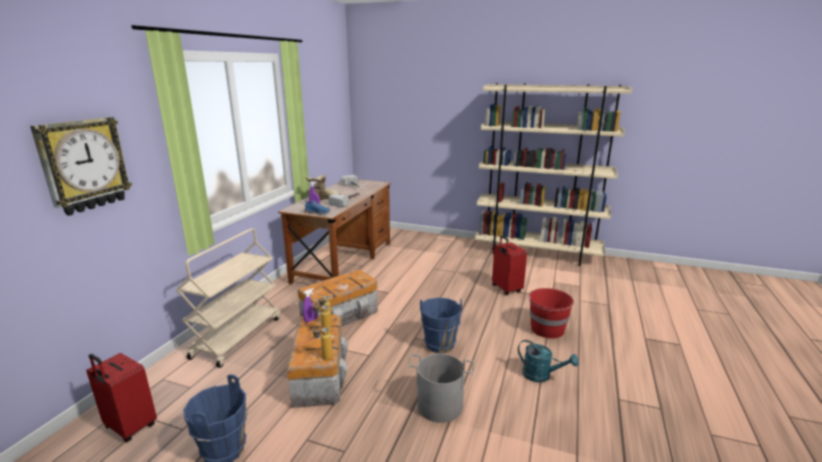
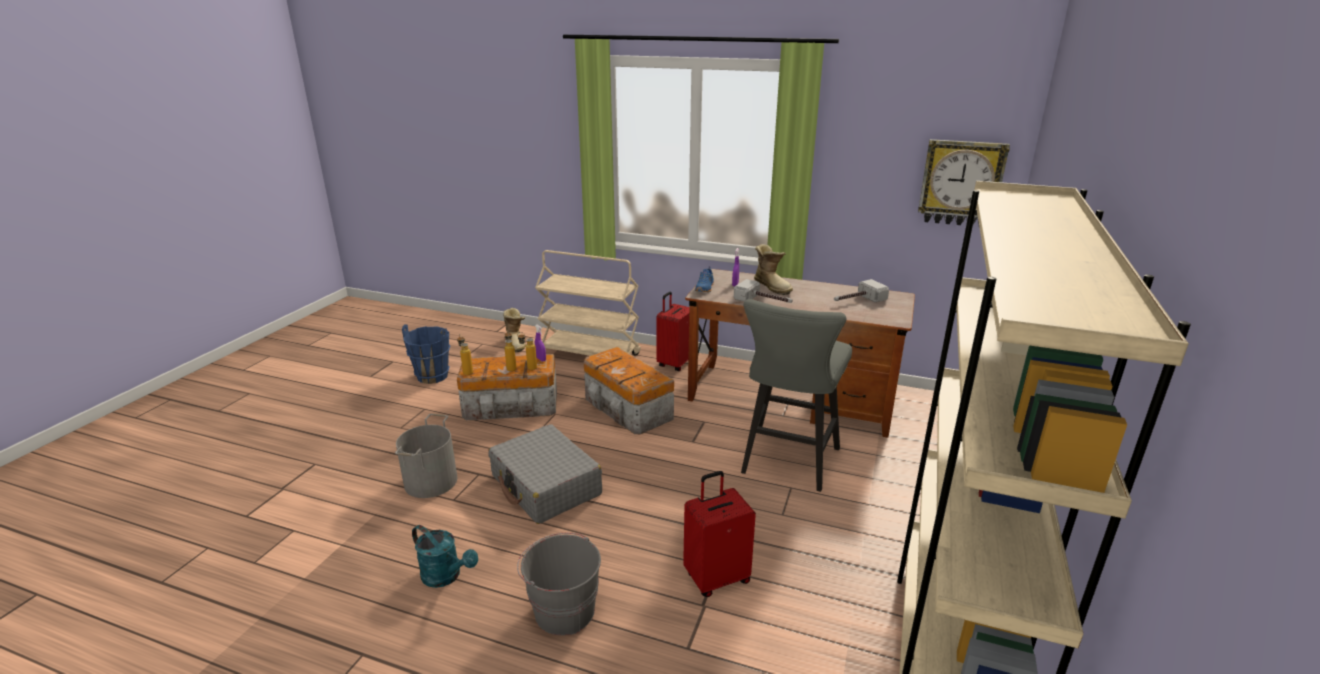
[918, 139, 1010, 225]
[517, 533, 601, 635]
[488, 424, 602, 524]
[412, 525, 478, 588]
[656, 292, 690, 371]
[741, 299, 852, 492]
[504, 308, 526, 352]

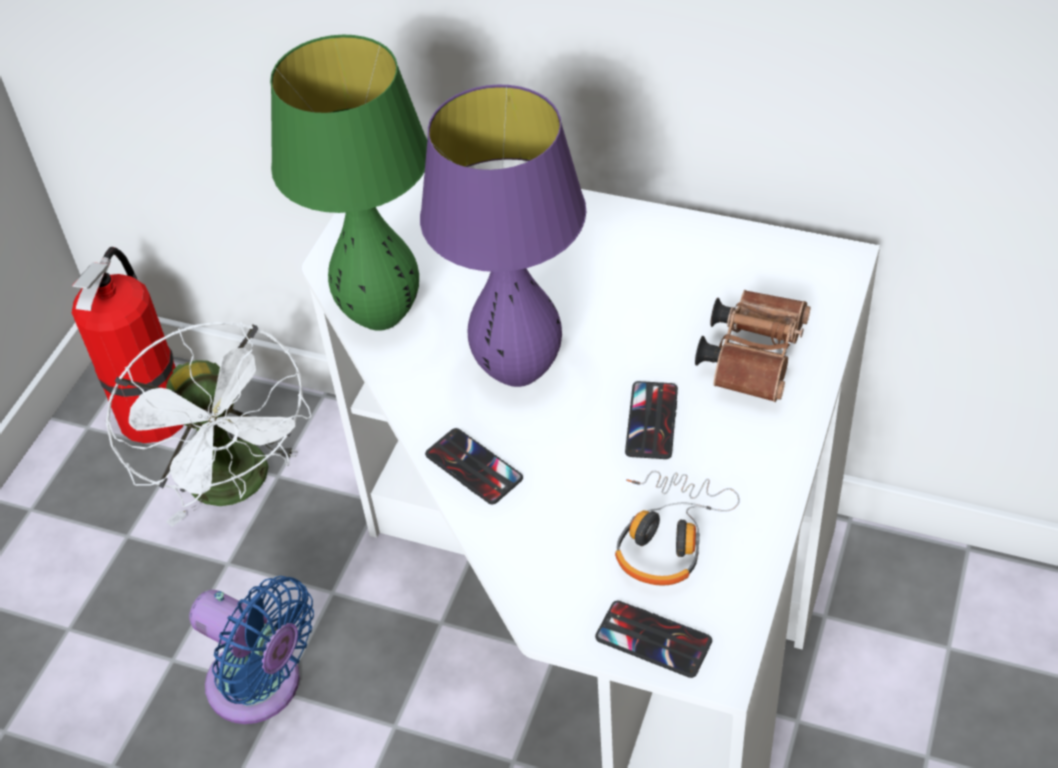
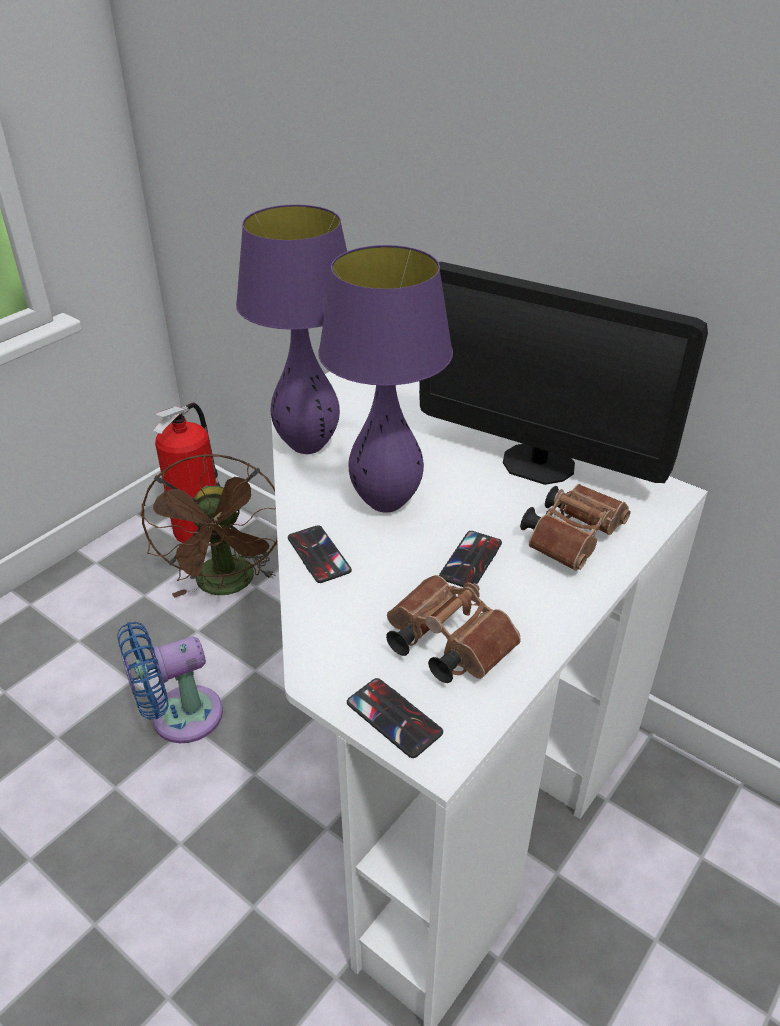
[236, 204, 347, 454]
[140, 454, 278, 598]
[386, 575, 521, 683]
[117, 622, 223, 743]
[419, 262, 708, 485]

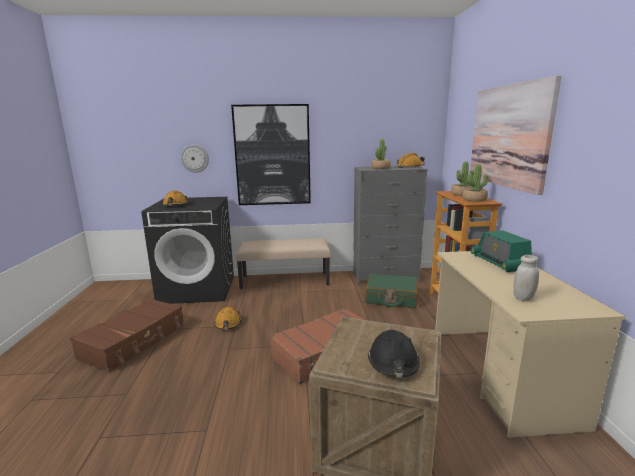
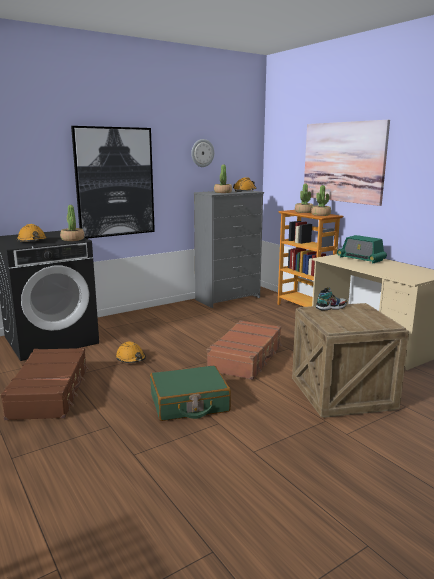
[191, 139, 214, 167]
[236, 238, 331, 289] (first image)
[513, 255, 539, 301] (first image)
[150, 366, 231, 421]
[368, 330, 420, 377] (first image)
[60, 205, 84, 241]
[316, 287, 348, 310]

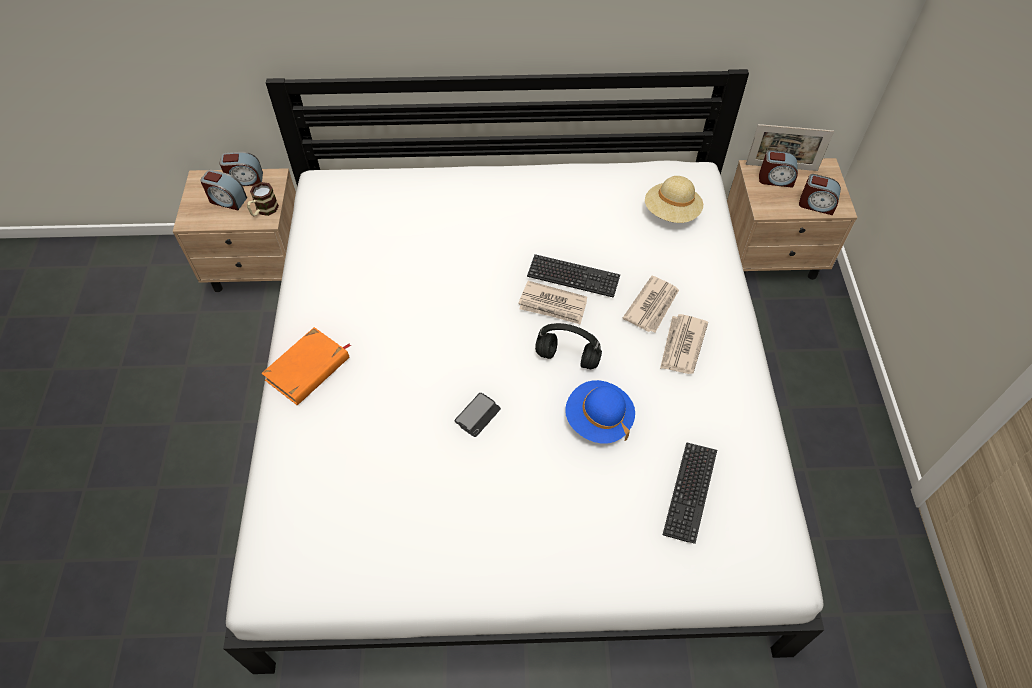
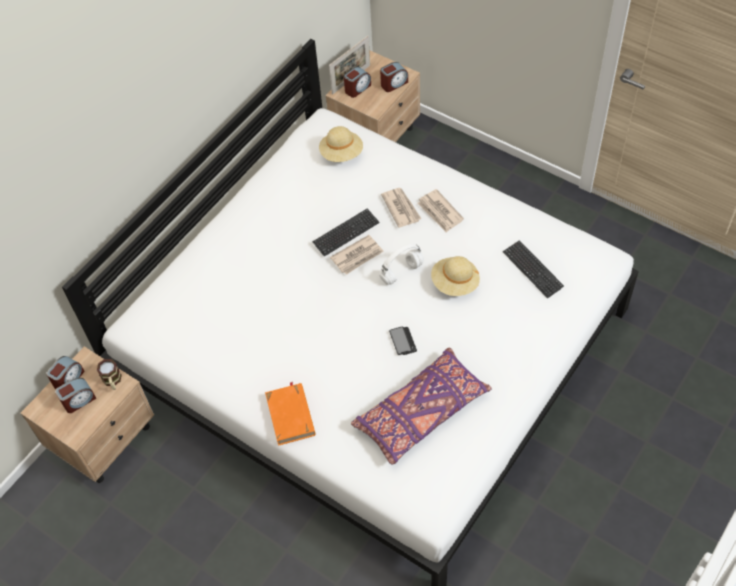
[379, 243, 424, 285]
[431, 256, 480, 296]
[351, 348, 492, 465]

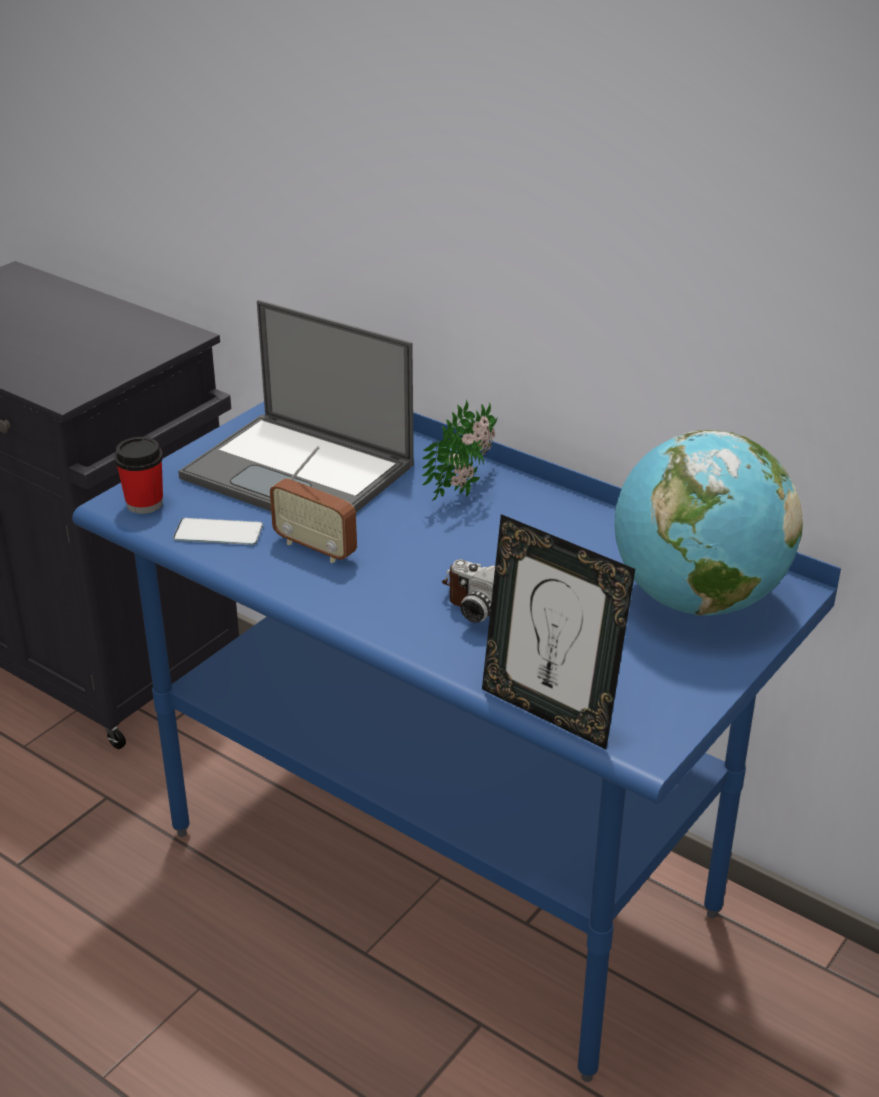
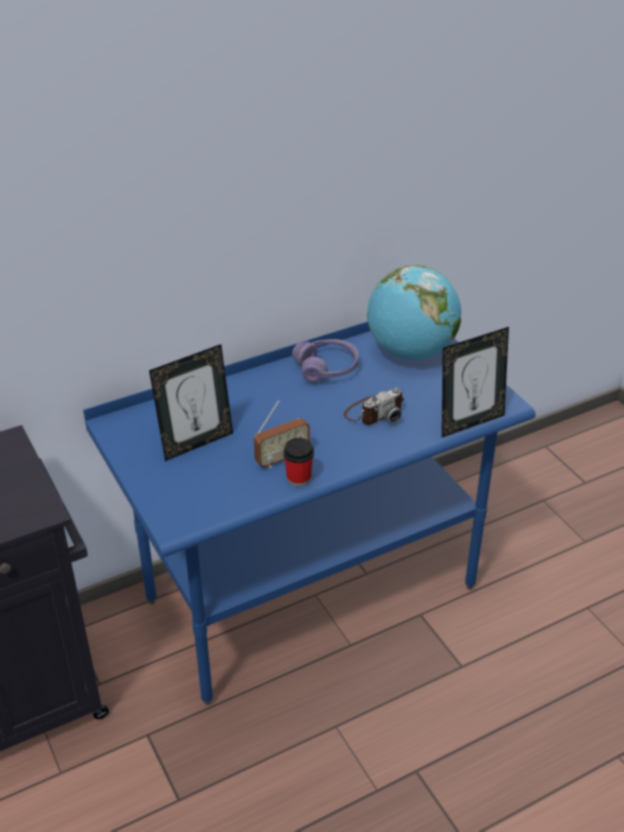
[149, 344, 233, 461]
[422, 399, 498, 501] (first image)
[283, 438, 314, 487]
[173, 518, 263, 545] (first image)
[292, 339, 359, 383]

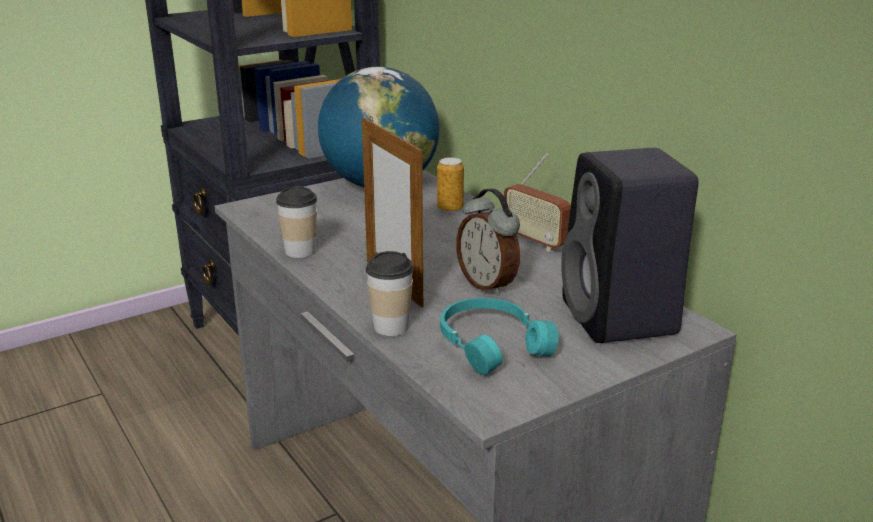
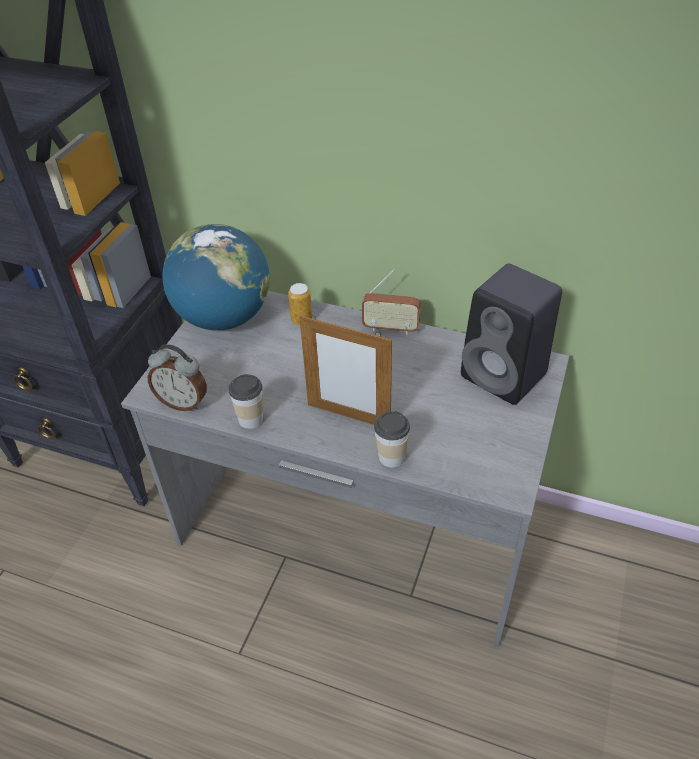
[148, 344, 207, 411]
[440, 298, 558, 375] (first image)

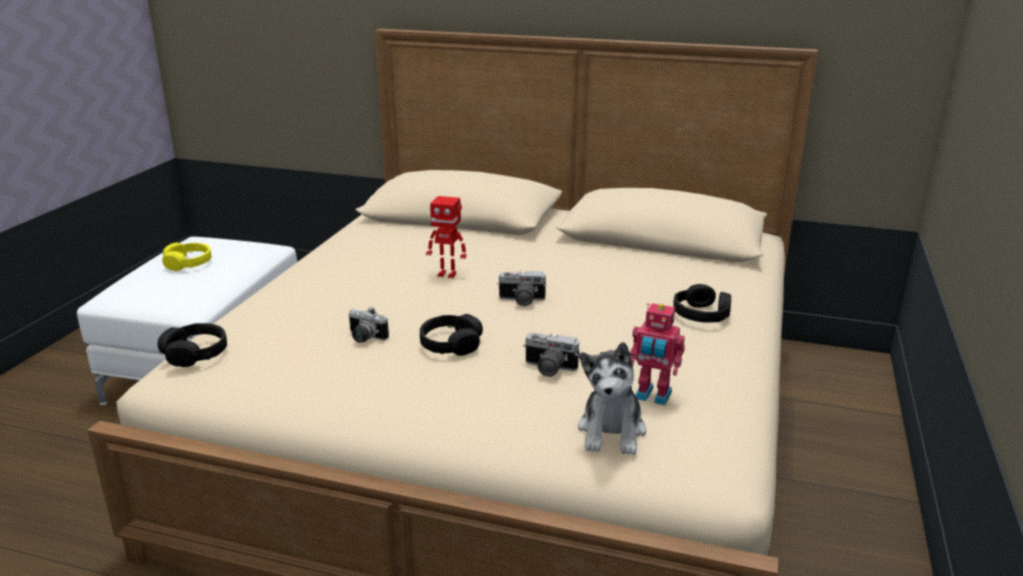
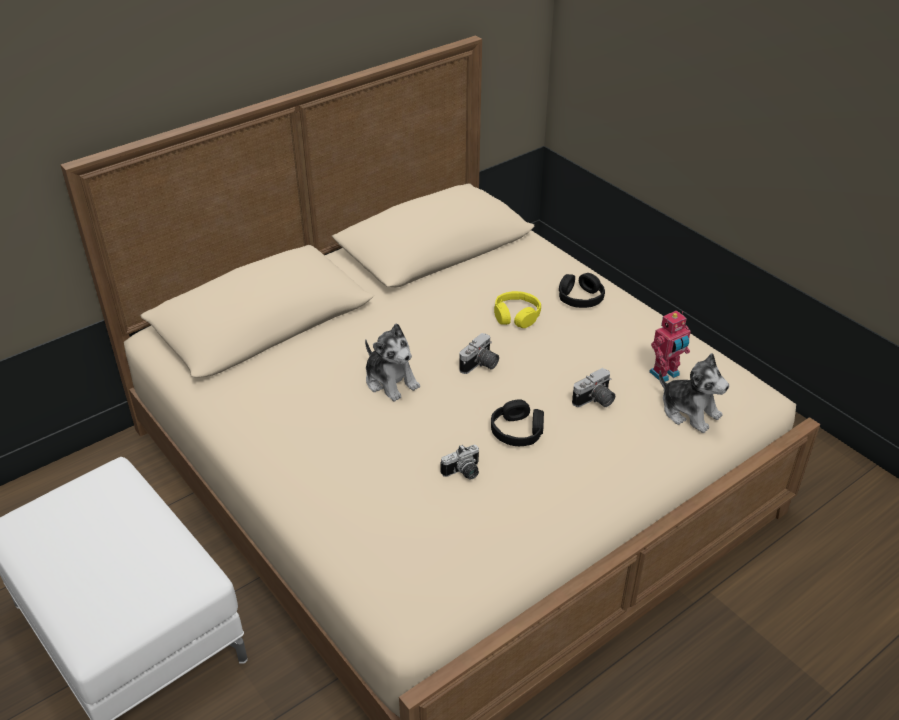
[365, 323, 420, 402]
[494, 291, 541, 328]
[158, 323, 227, 367] (first image)

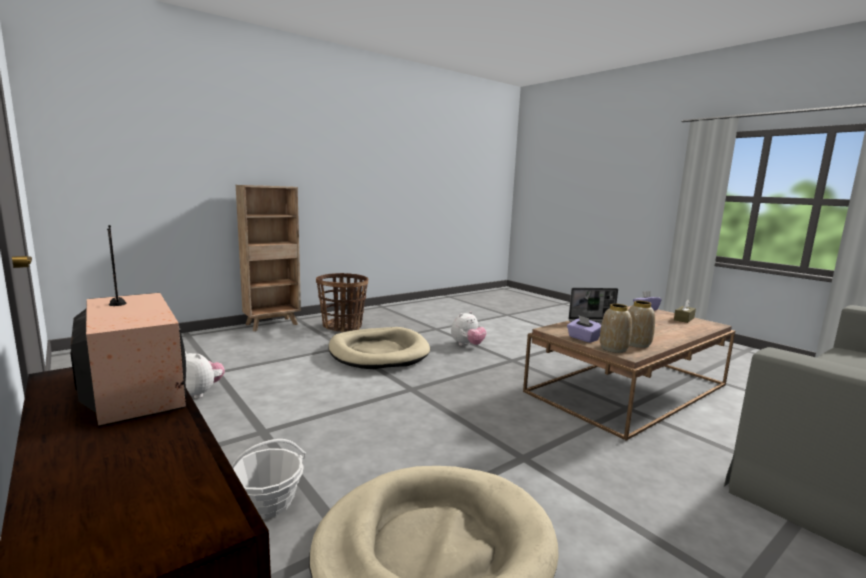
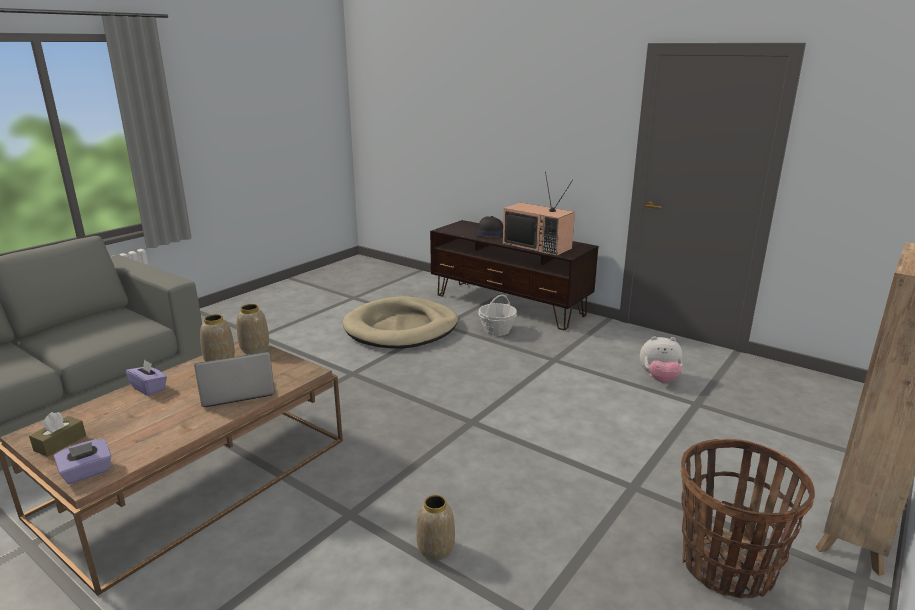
[416, 495, 455, 561]
[126, 359, 167, 396]
[328, 327, 430, 369] (first image)
[473, 216, 503, 238]

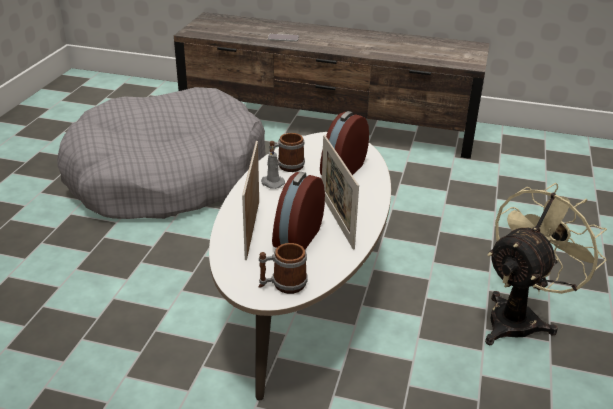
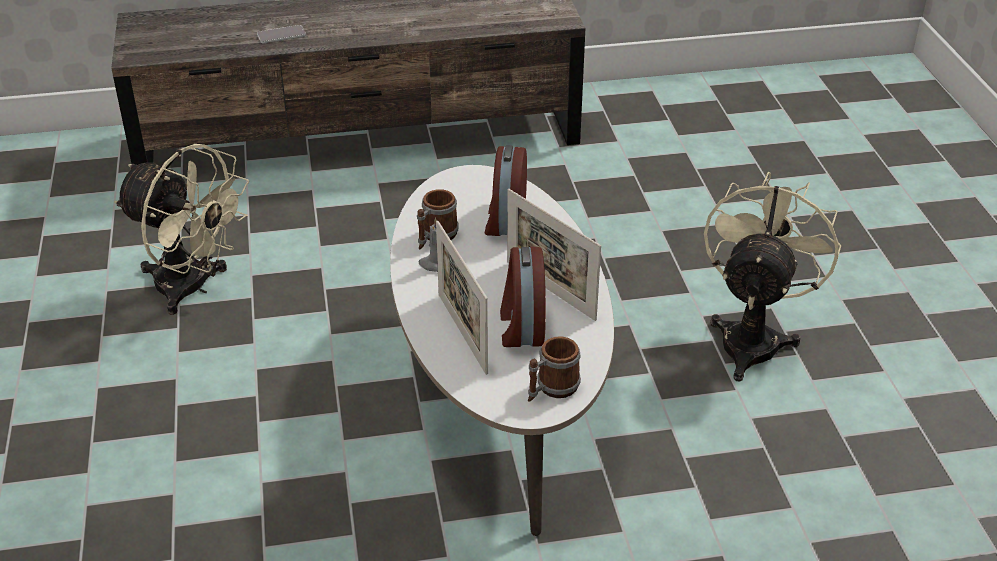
[114, 144, 249, 315]

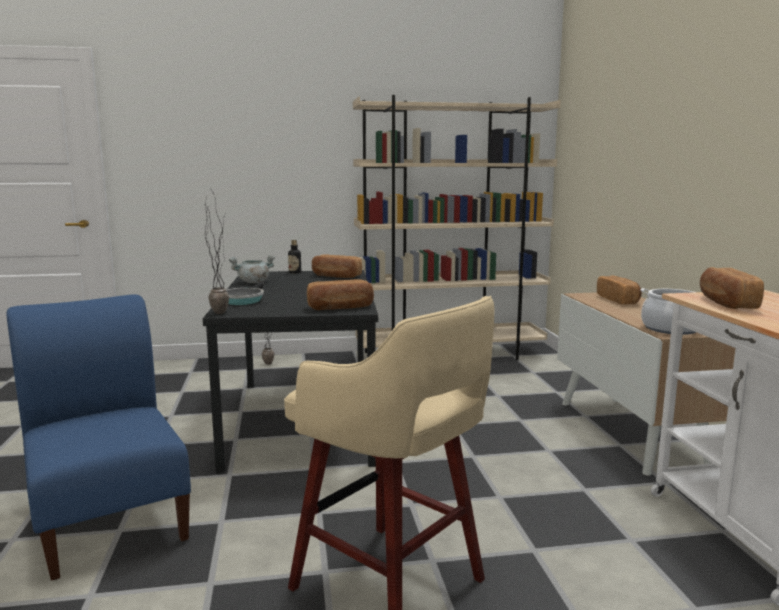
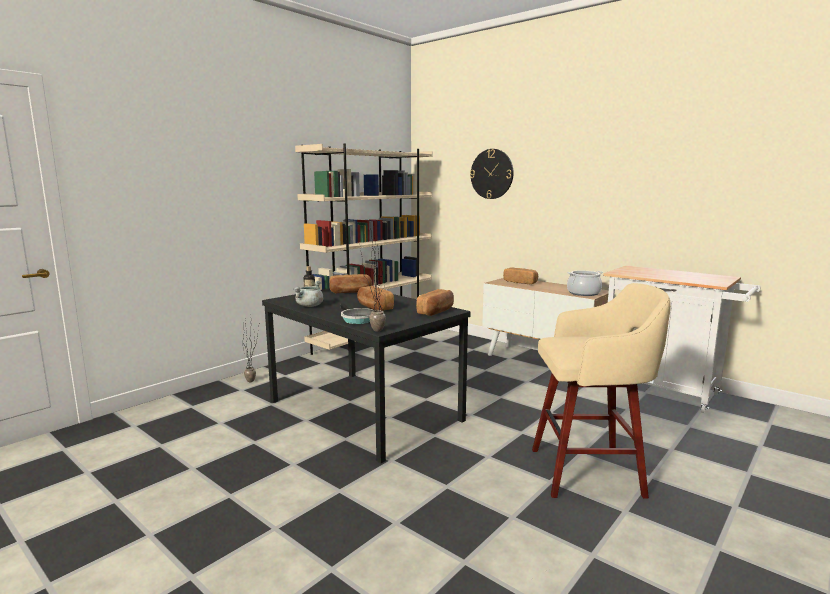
[357, 286, 394, 311]
[7, 294, 191, 581] (first image)
[470, 149, 514, 199]

